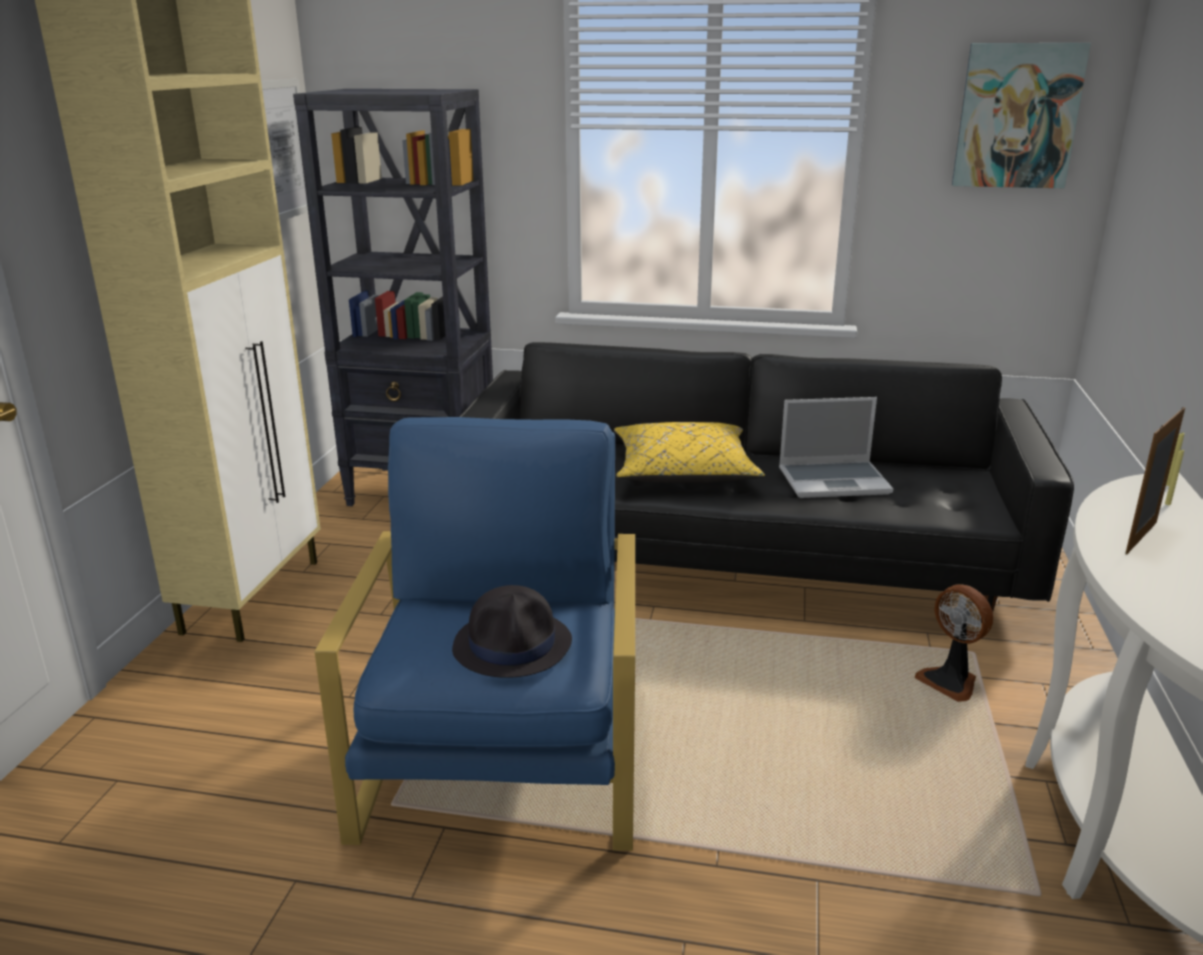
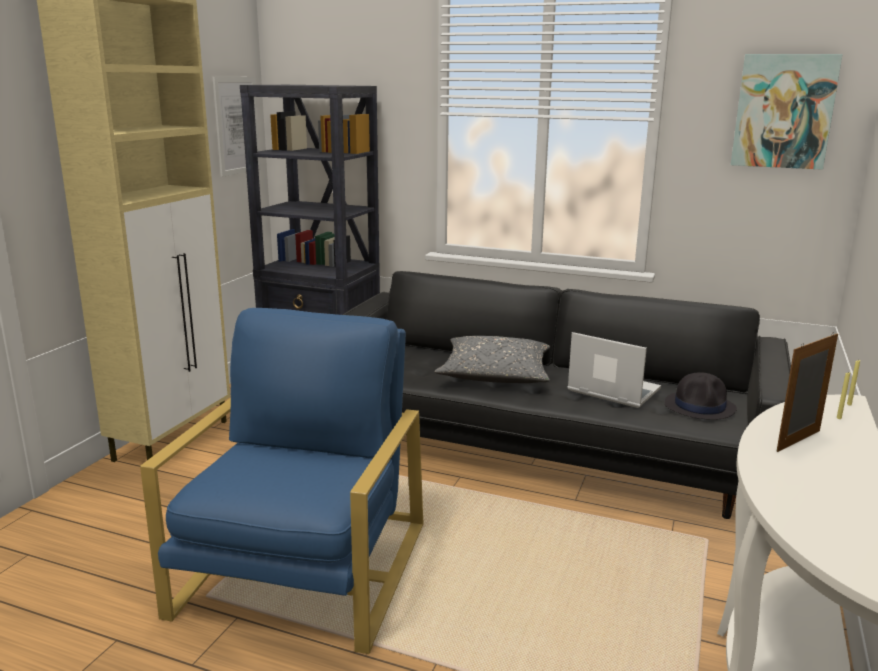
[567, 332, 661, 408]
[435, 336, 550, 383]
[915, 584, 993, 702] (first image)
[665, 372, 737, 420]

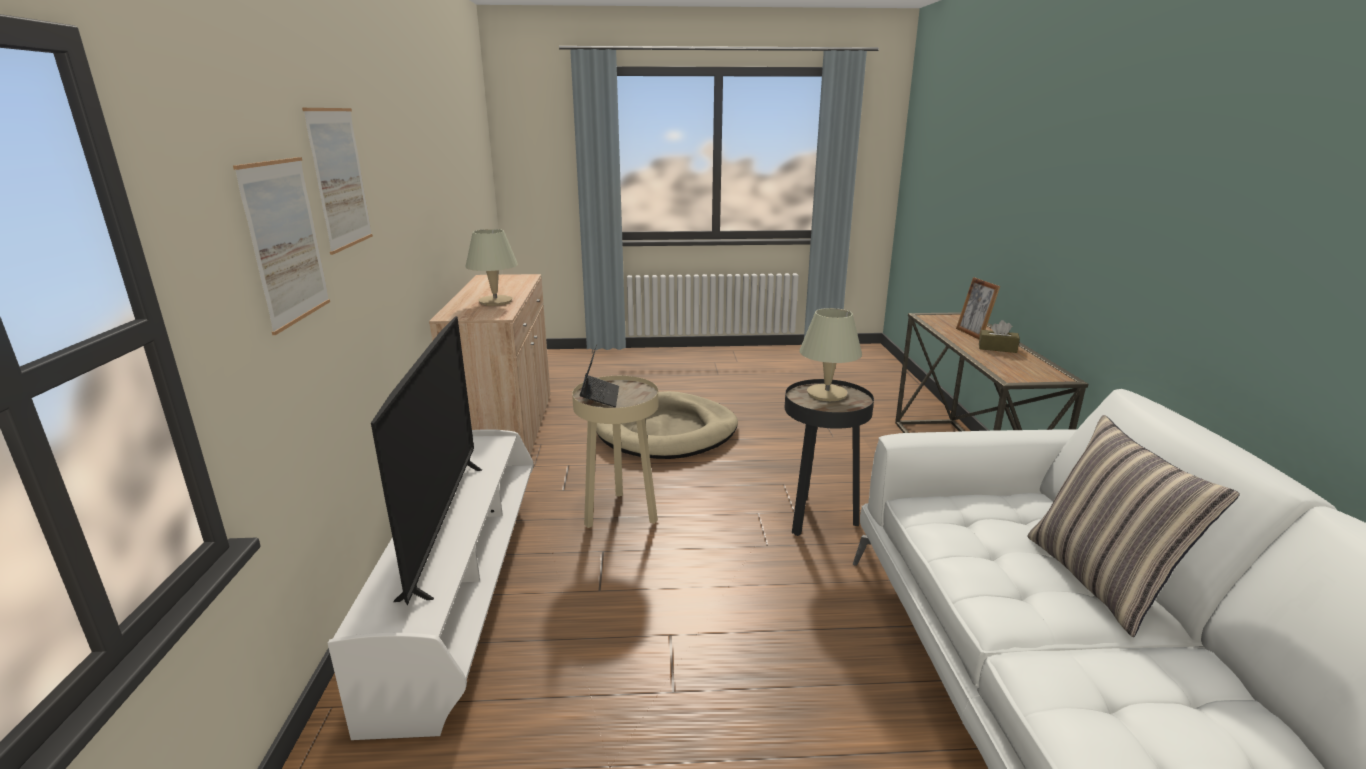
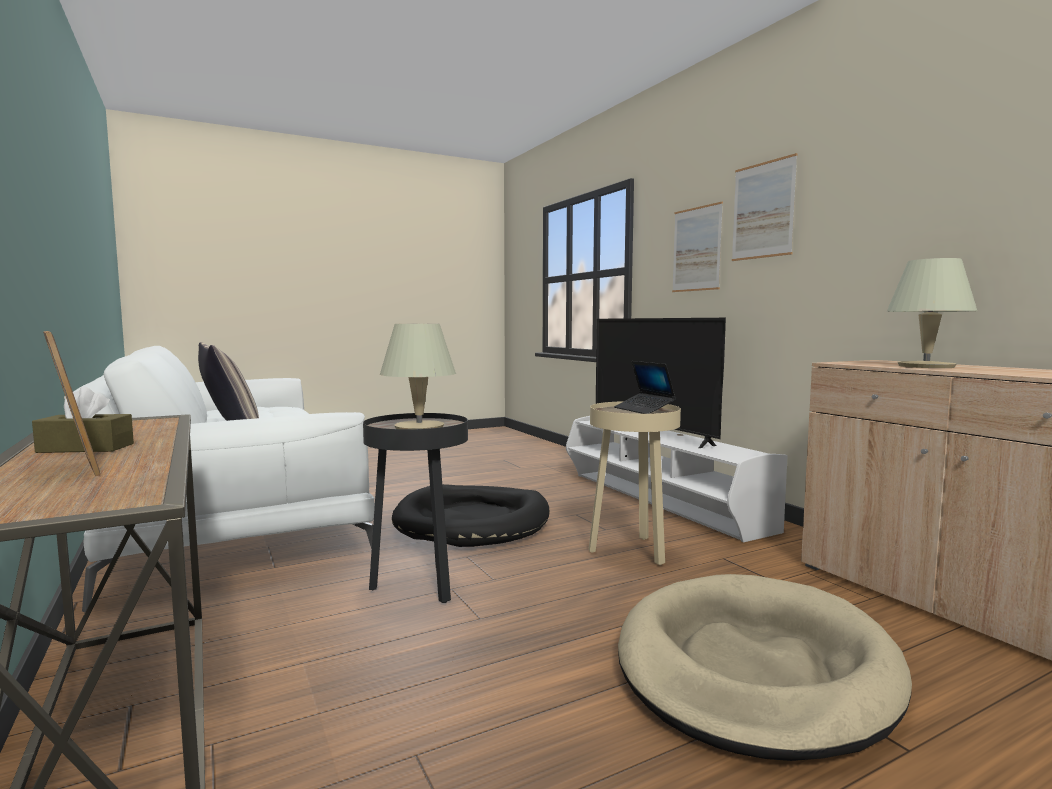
[392, 484, 550, 547]

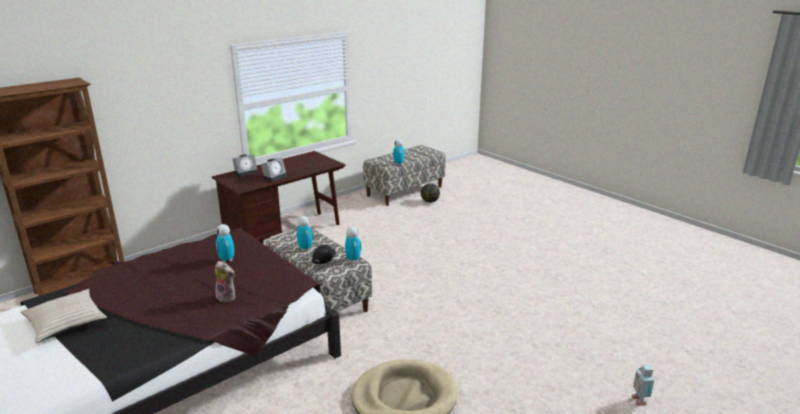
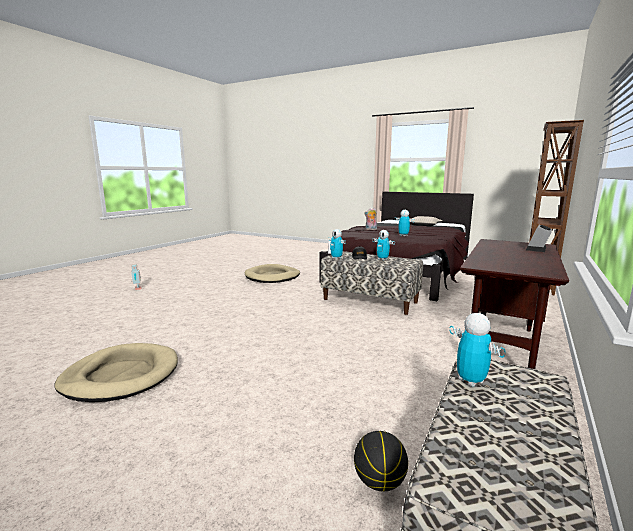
[261, 158, 287, 182] (first image)
[54, 343, 178, 402]

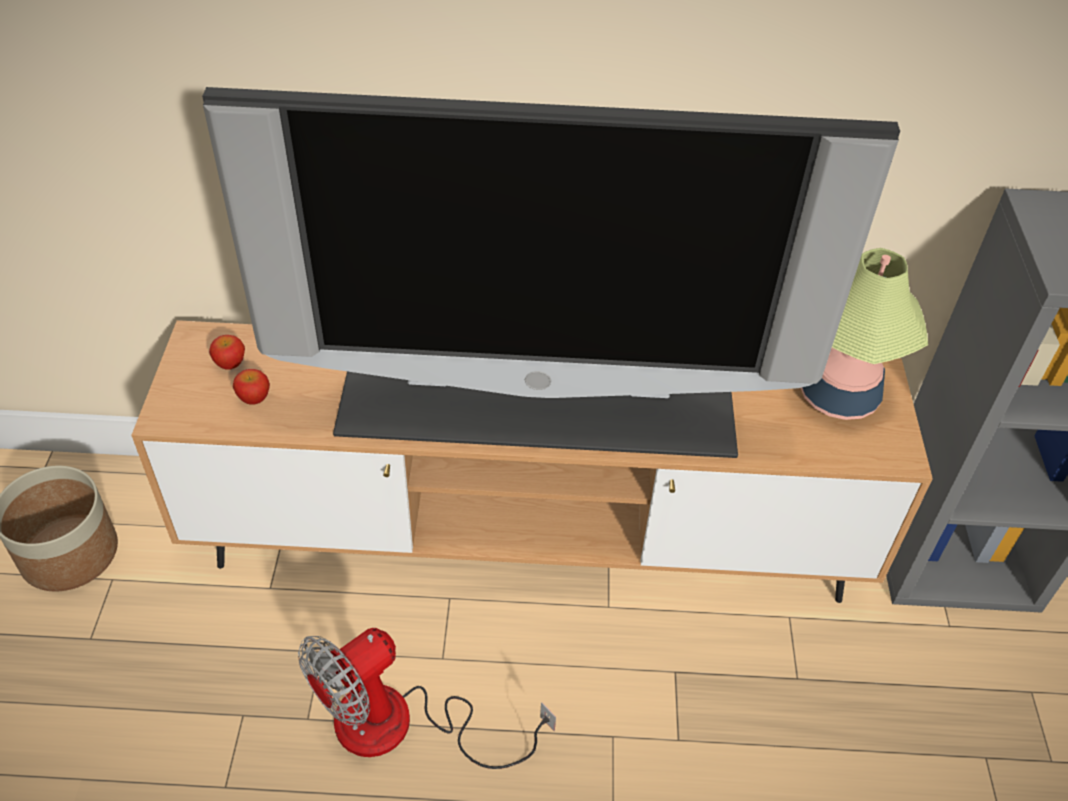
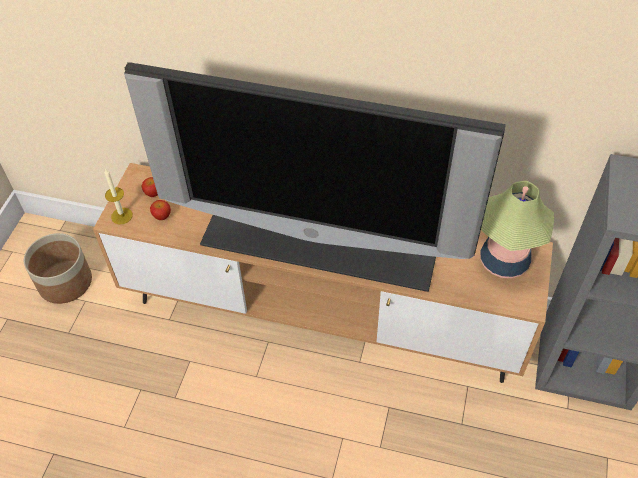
[298, 628, 556, 769] (first image)
[104, 168, 133, 224]

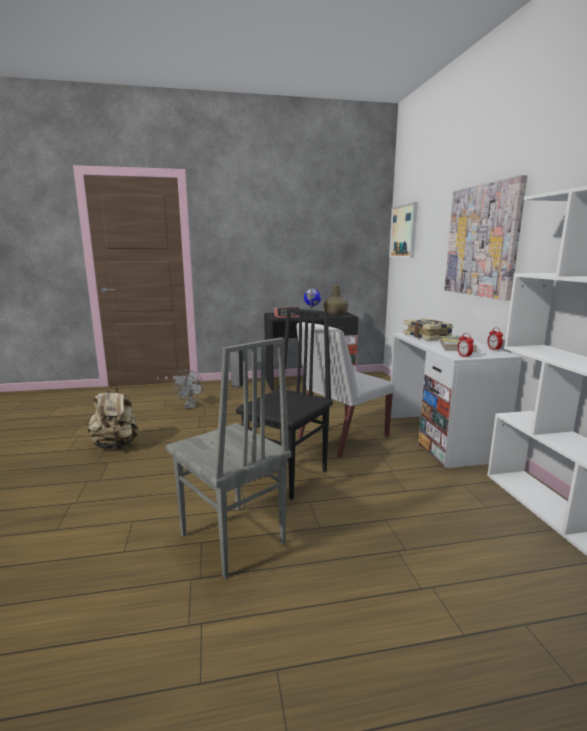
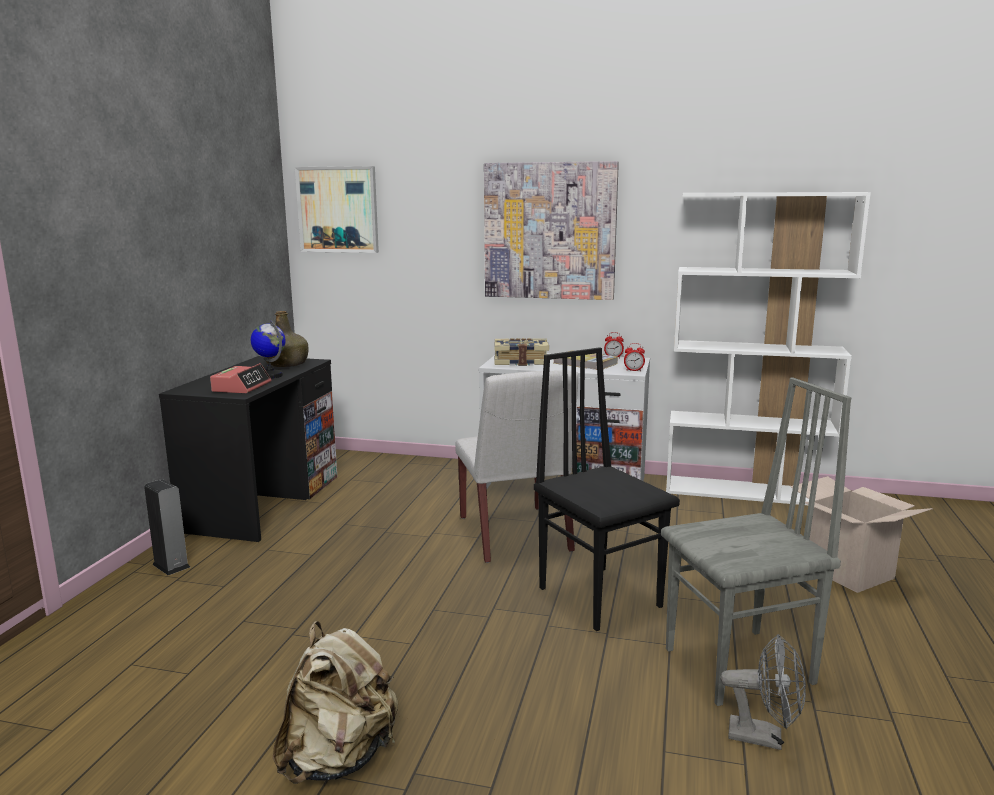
[721, 634, 806, 750]
[790, 476, 933, 593]

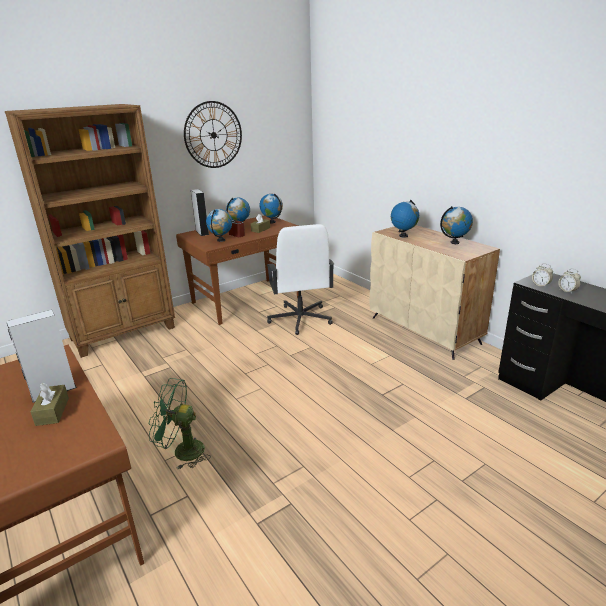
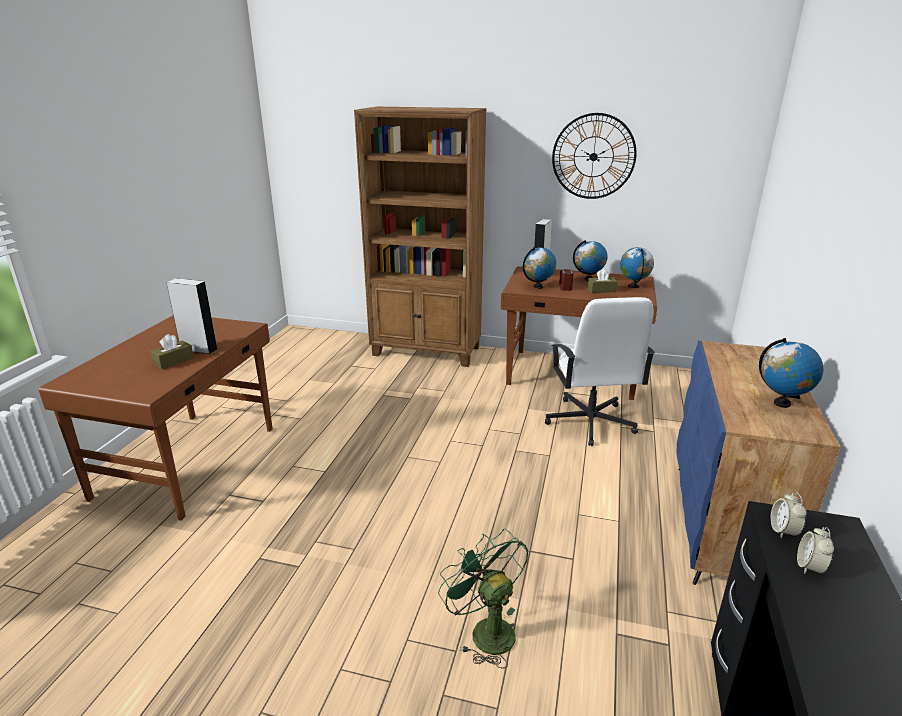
[391, 200, 419, 238] (first image)
[545, 297, 655, 446]
[676, 341, 840, 585]
[438, 529, 528, 669]

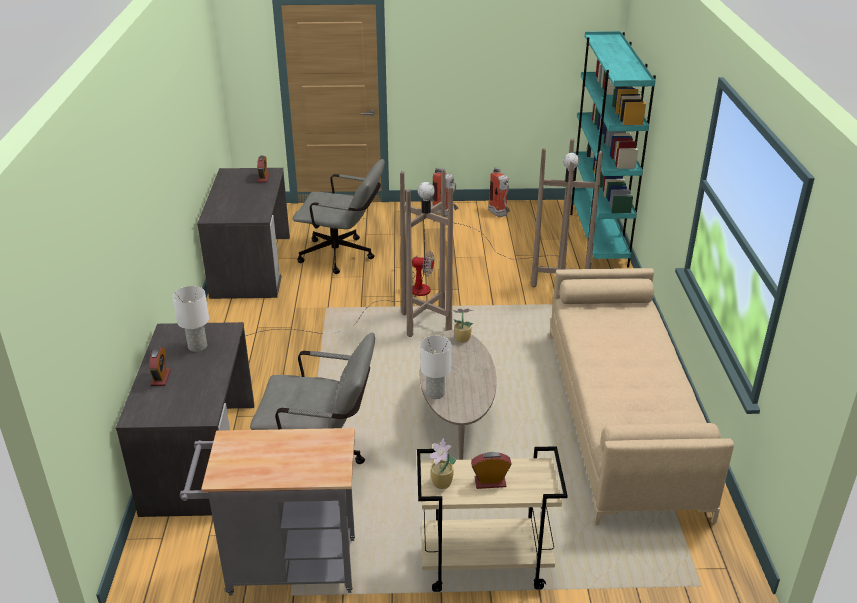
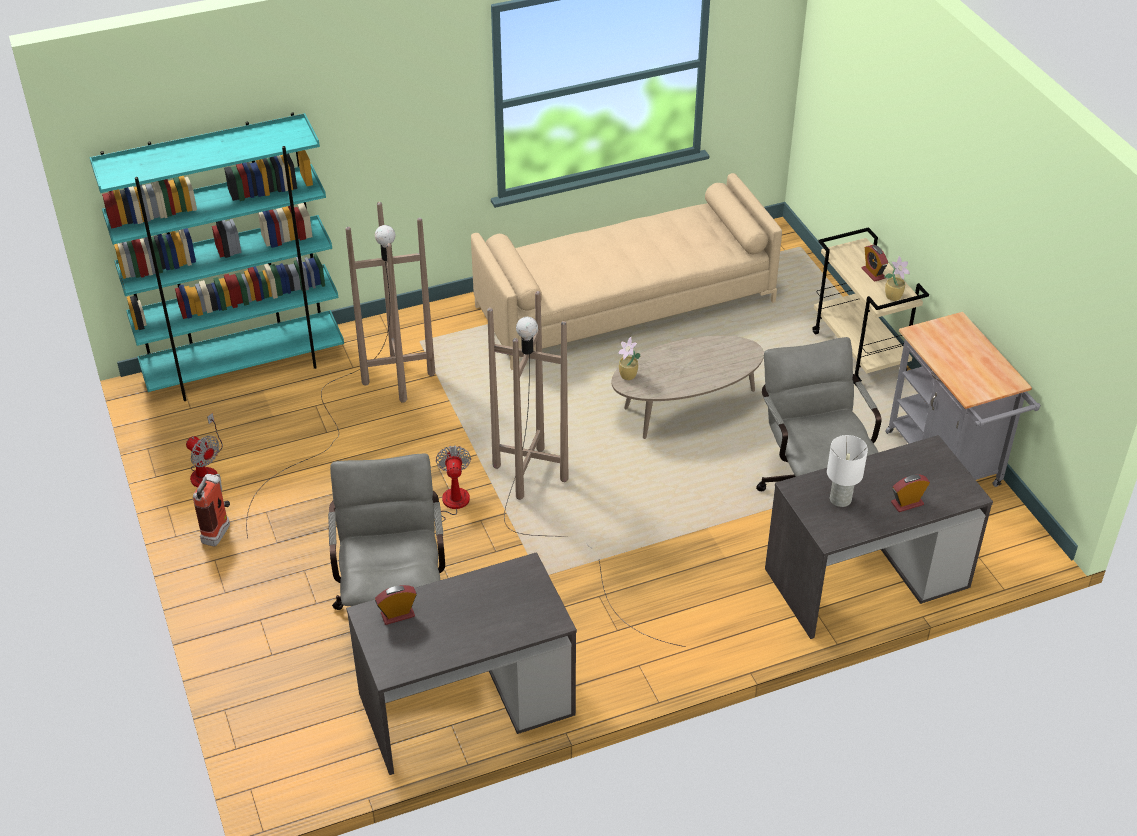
[186, 413, 223, 488]
[420, 336, 451, 399] (first image)

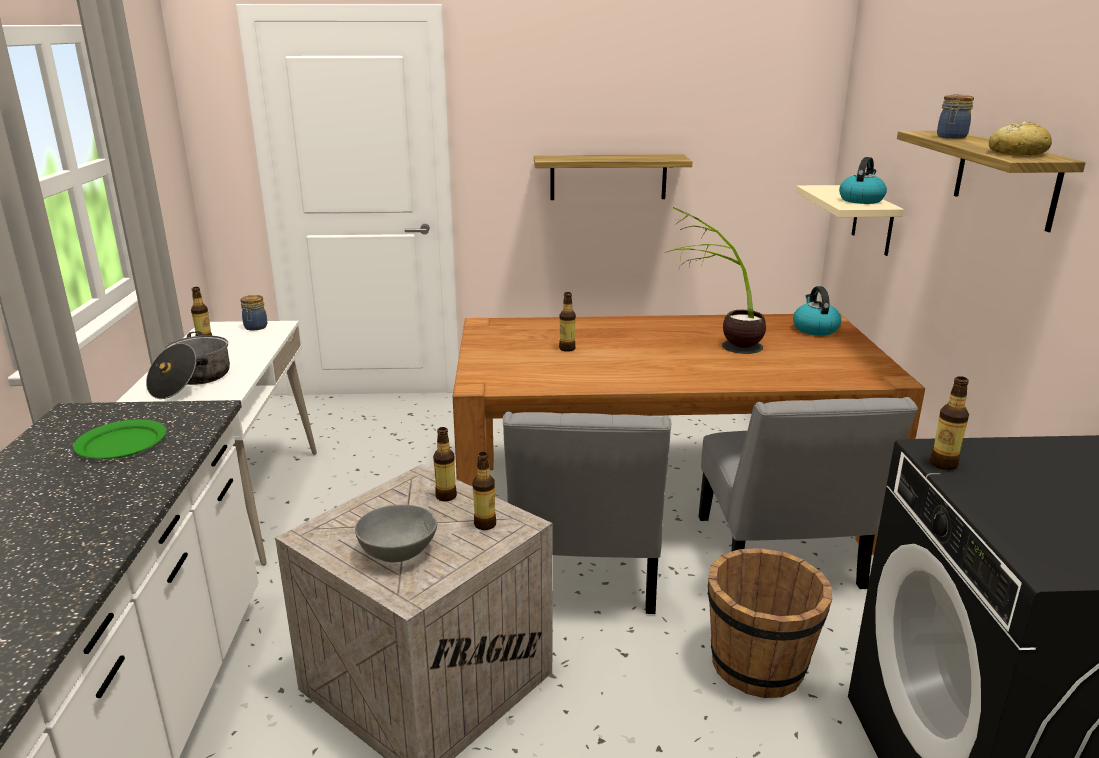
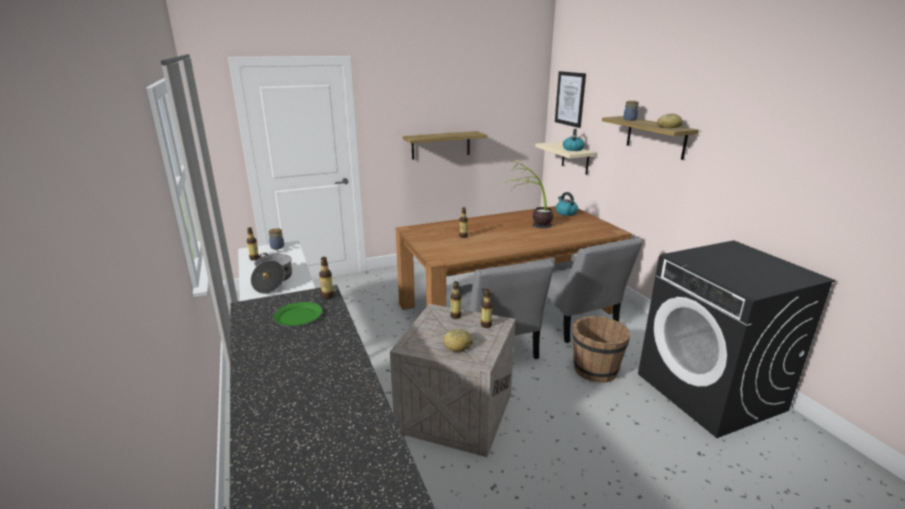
[319, 257, 334, 299]
[443, 329, 473, 352]
[555, 71, 586, 128]

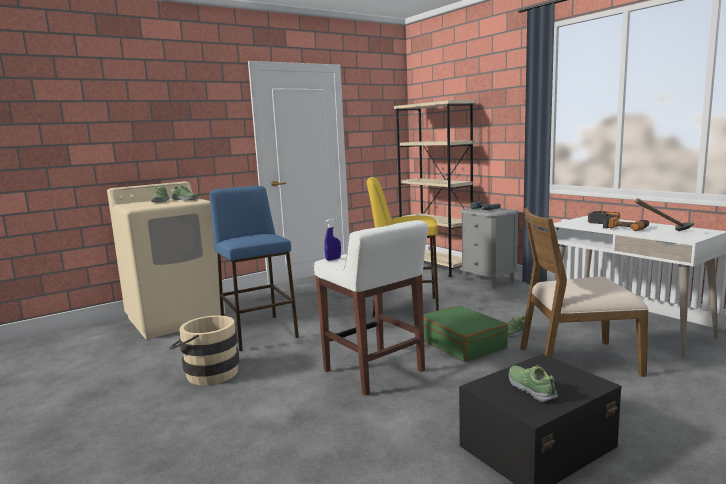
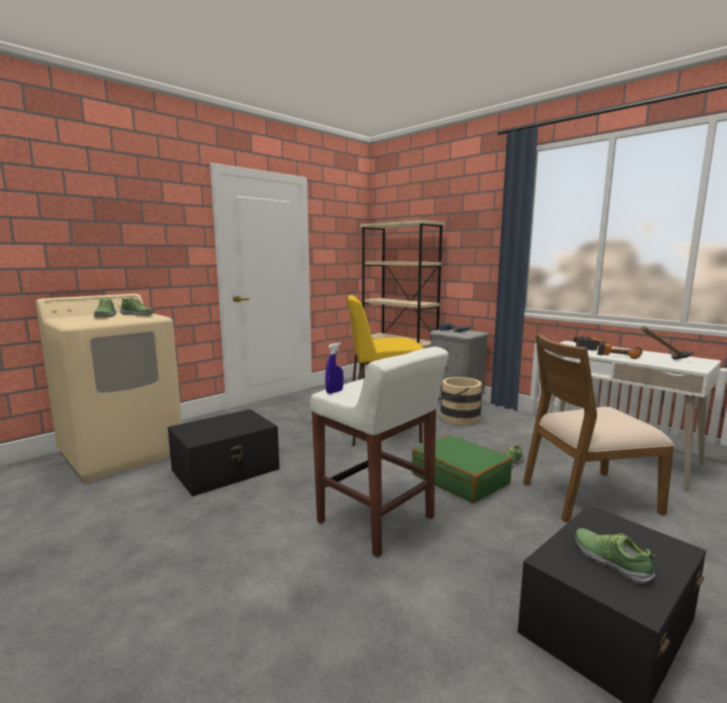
[168, 409, 280, 497]
[438, 377, 482, 425]

